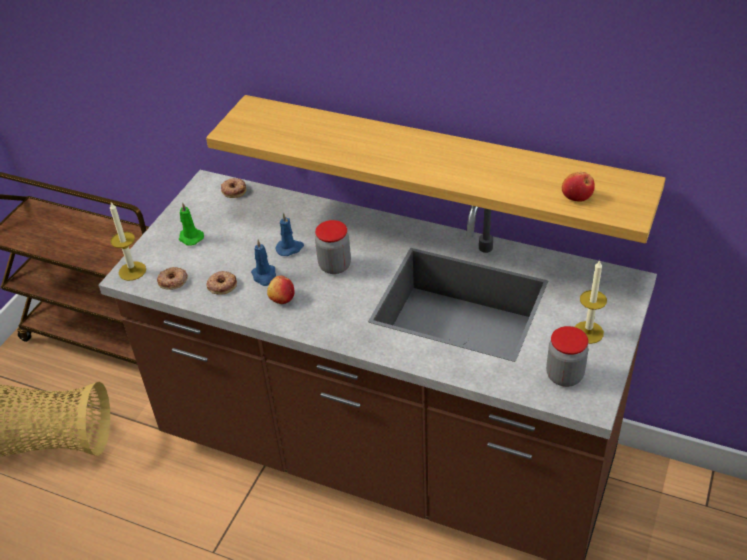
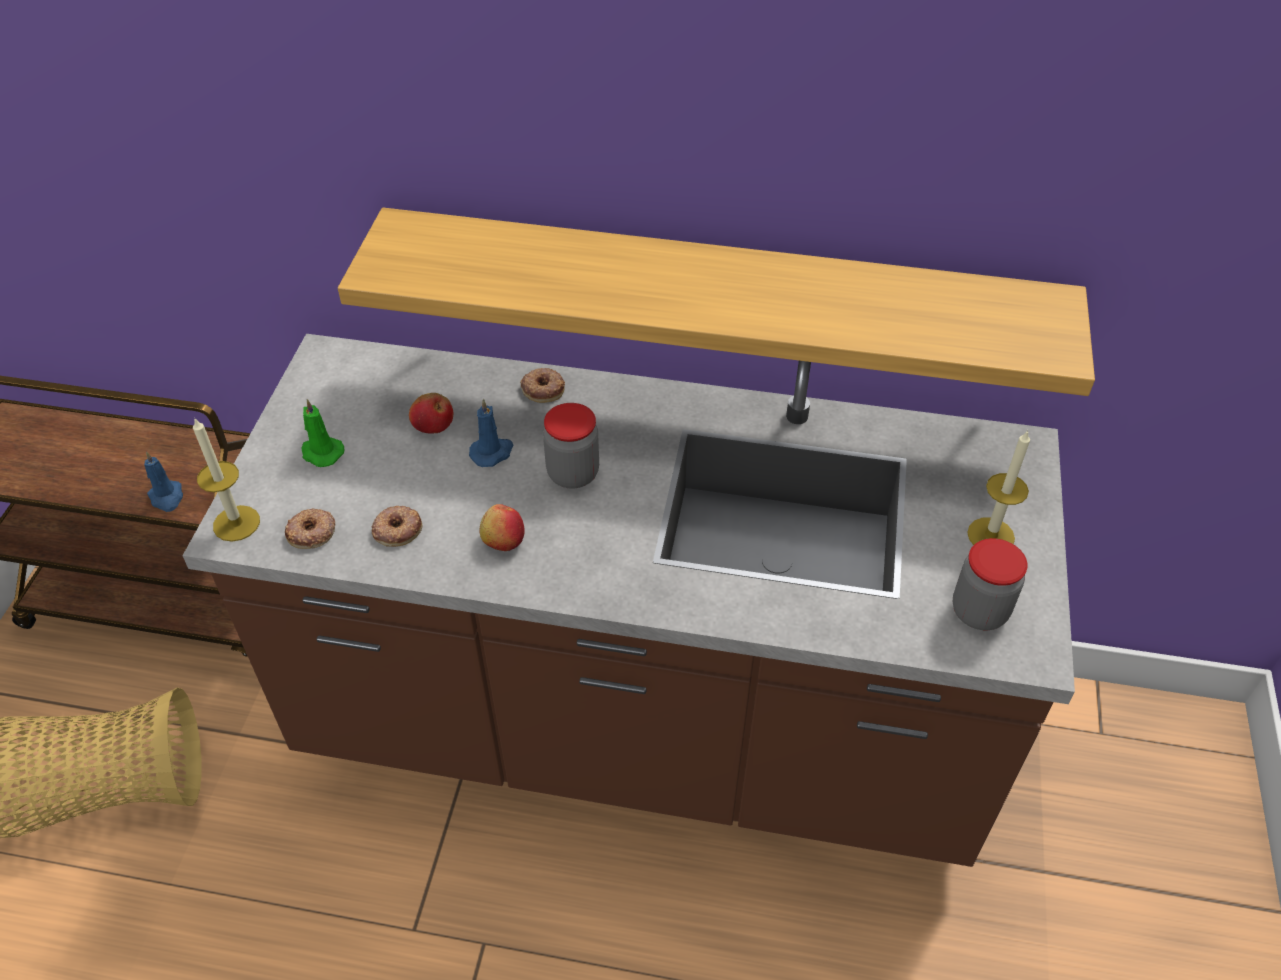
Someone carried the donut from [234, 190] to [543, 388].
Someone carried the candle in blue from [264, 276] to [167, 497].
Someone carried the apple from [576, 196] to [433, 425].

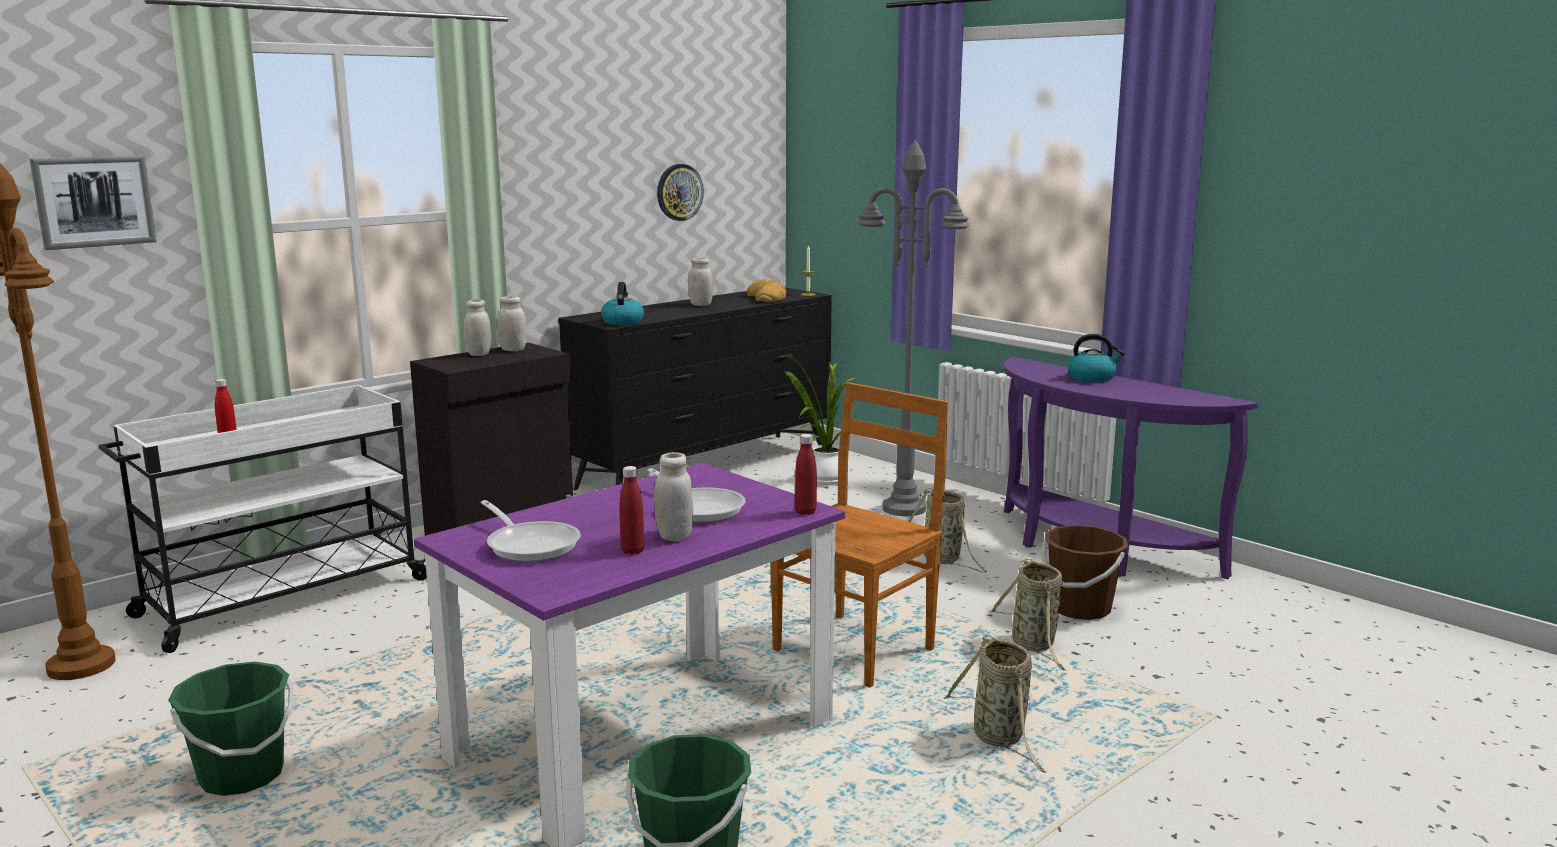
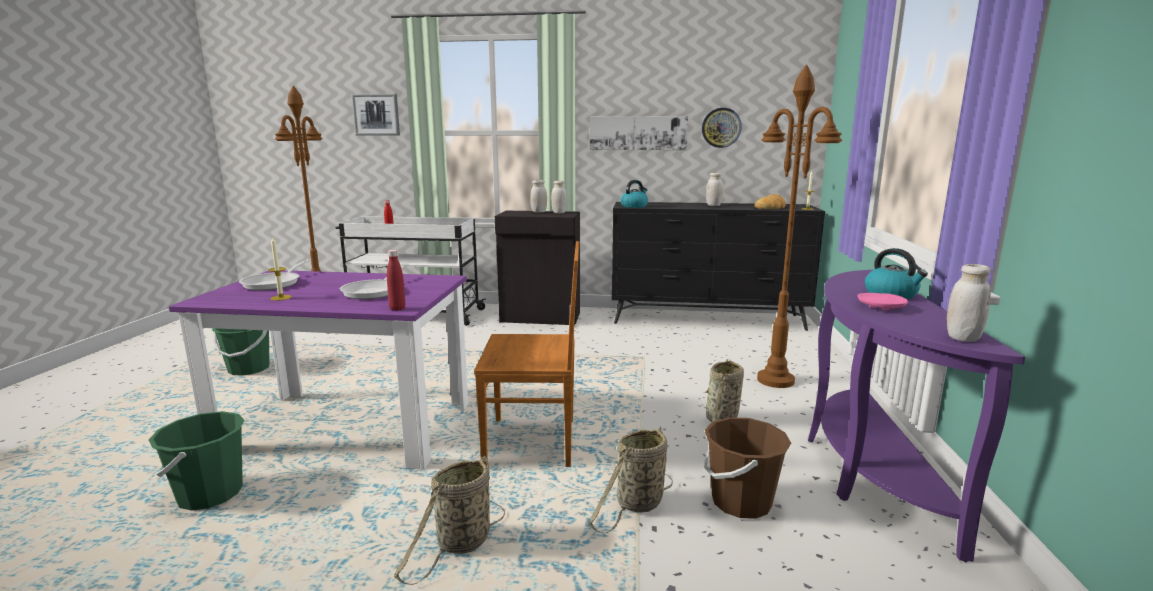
Someone swapped the bottle in red at [632, 551] for the candle at [281, 297].
Someone carried the jar in white from [674, 536] to [962, 337].
Someone took away the potted plant at [823, 479].
Someone repainted the floor lamp in grey at [904, 509], which became the floor lamp in brown at [776, 380].
Someone put up the picture at [638, 133].
Someone put down the plate in pink at [881, 307].

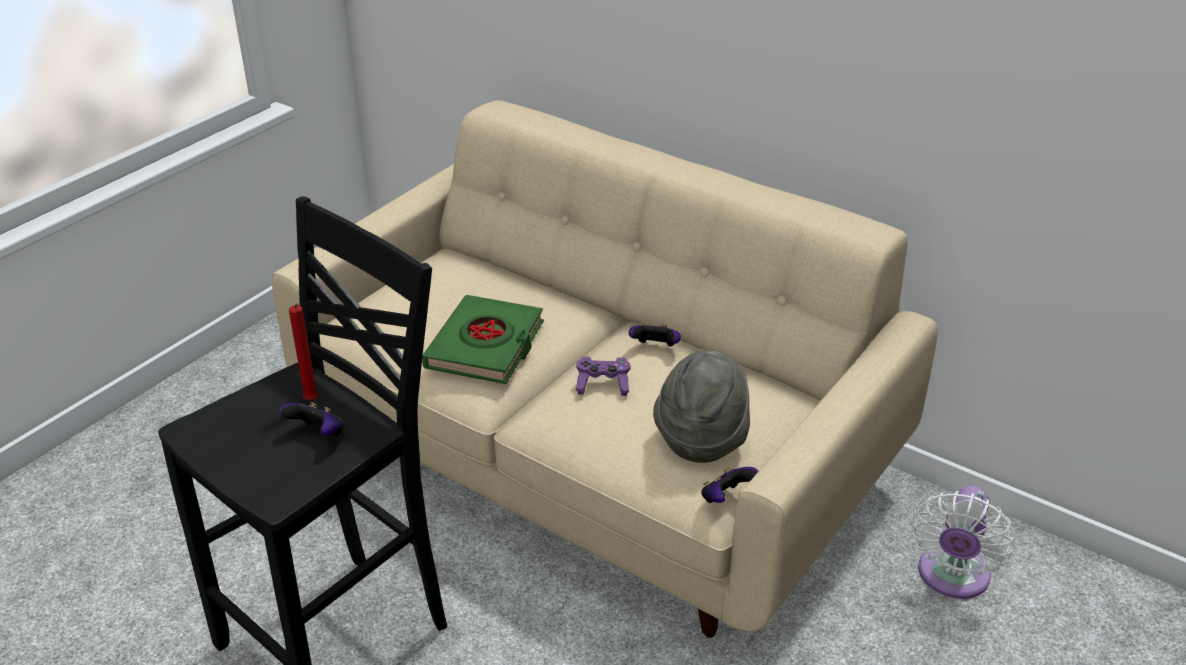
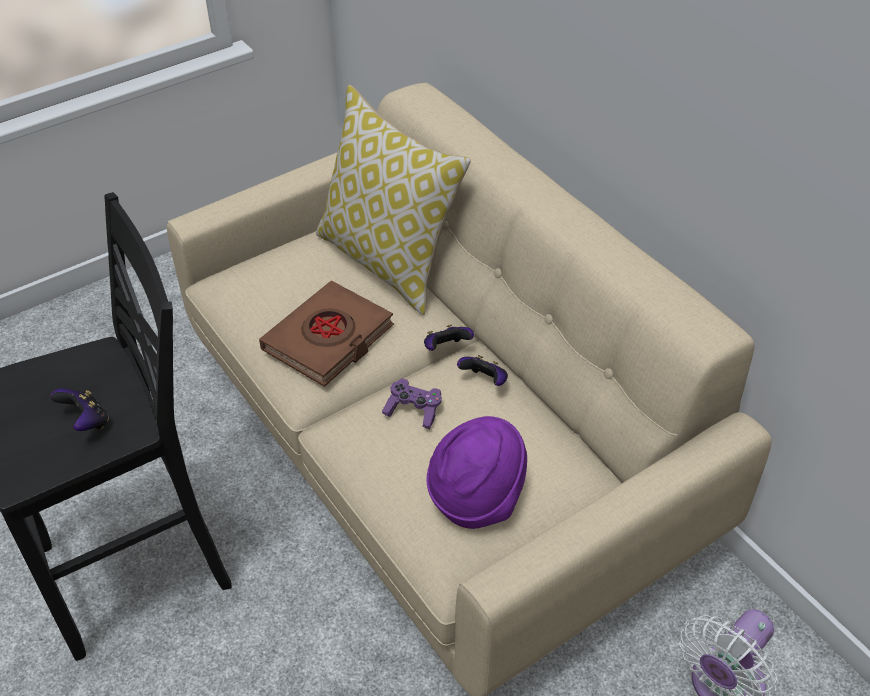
Someone took away the candle in red at [312, 401].
Someone repainted the book in green at [486, 346], which became the book in brown at [328, 339].
Someone repainted the hat in grey at [701, 437], which became the hat in purple at [476, 497].
Someone carried the game controller from [725, 498] to [446, 349].
Someone put down the pillow at [388, 261].

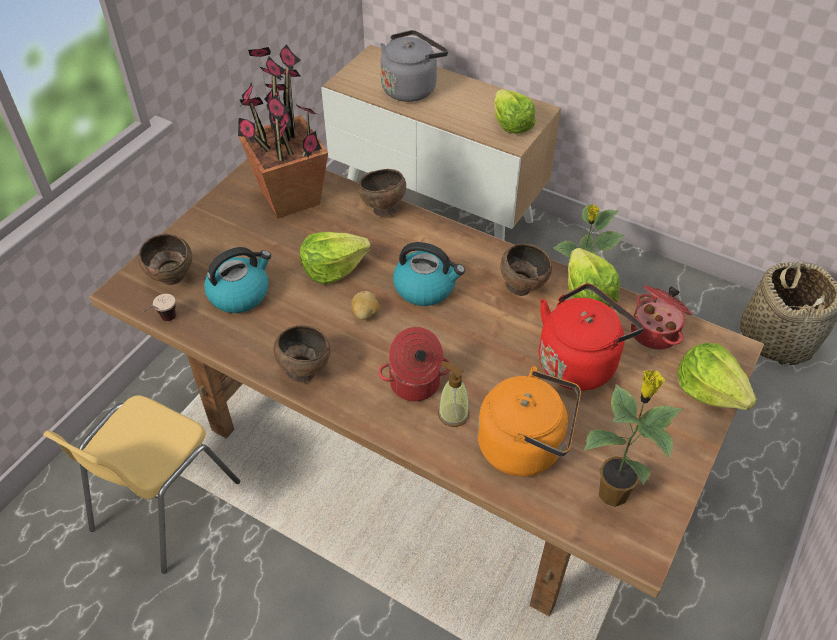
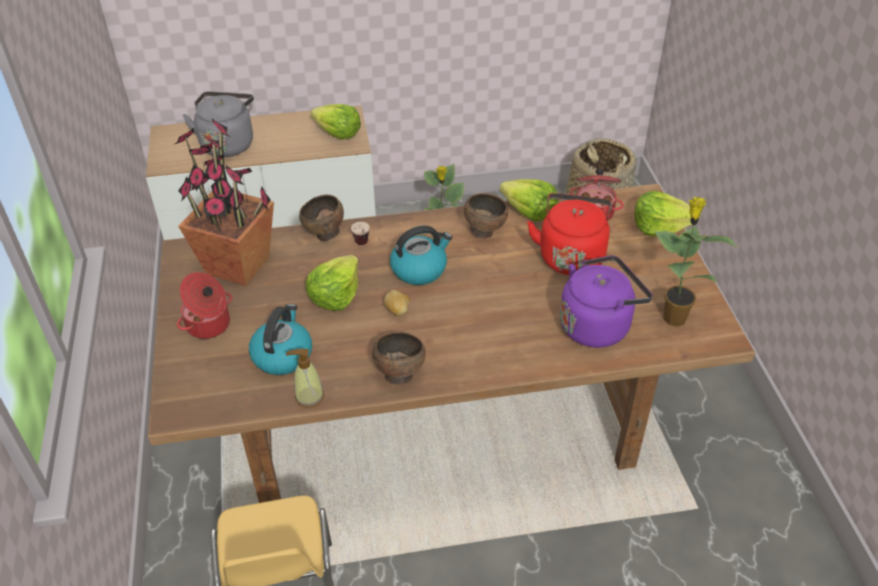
Someone took away the bowl in brown at [173, 278].
Someone carried the cup from [163, 322] to [363, 246].
Someone carried the cooking pot from [415, 384] to [209, 325].
Someone carried the soap dispenser from [453, 414] to [309, 397].
Someone repainted the kettle in orange at [525, 446], which became the kettle in purple at [597, 325].

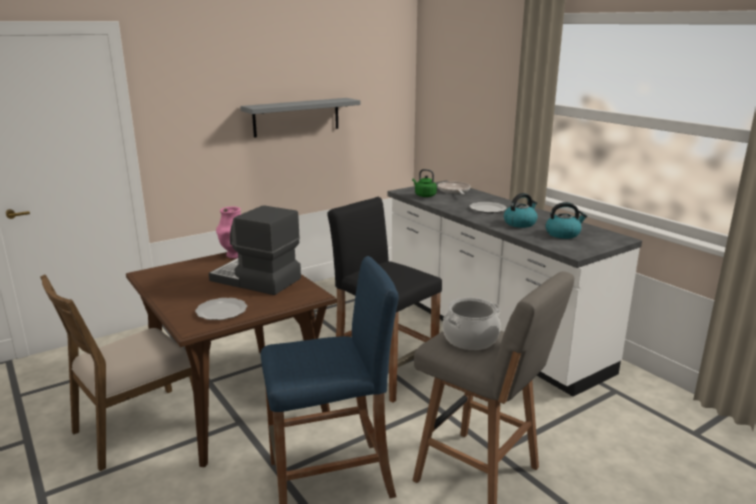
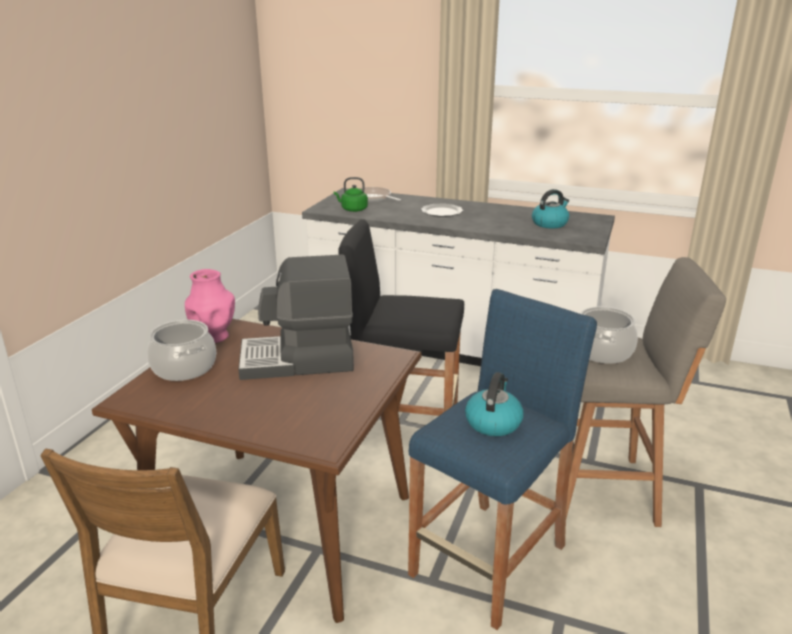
Someone took away the plate at [222, 311].
Someone took away the shelf in grey at [296, 117].
Someone carried the kettle from [520, 223] to [493, 422].
Someone put down the cooking pot at [183, 368].

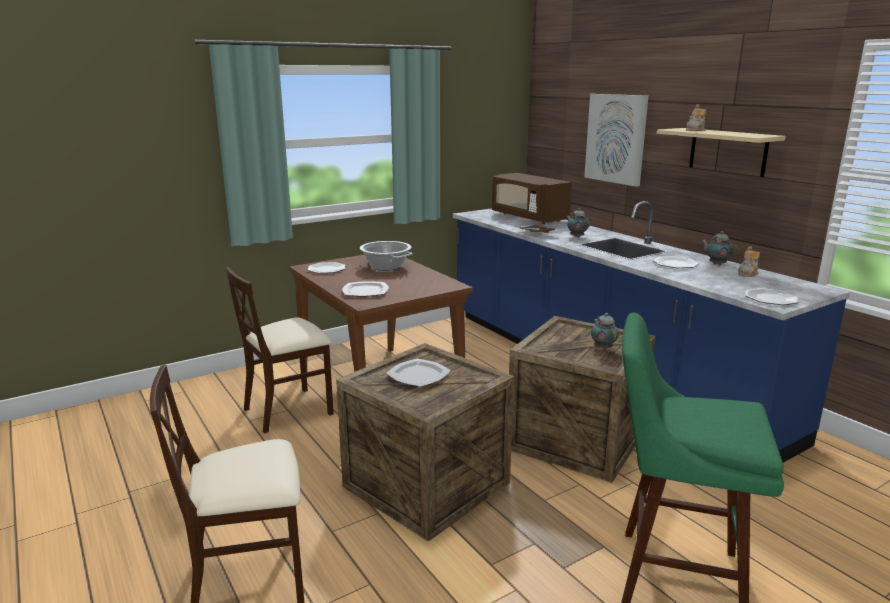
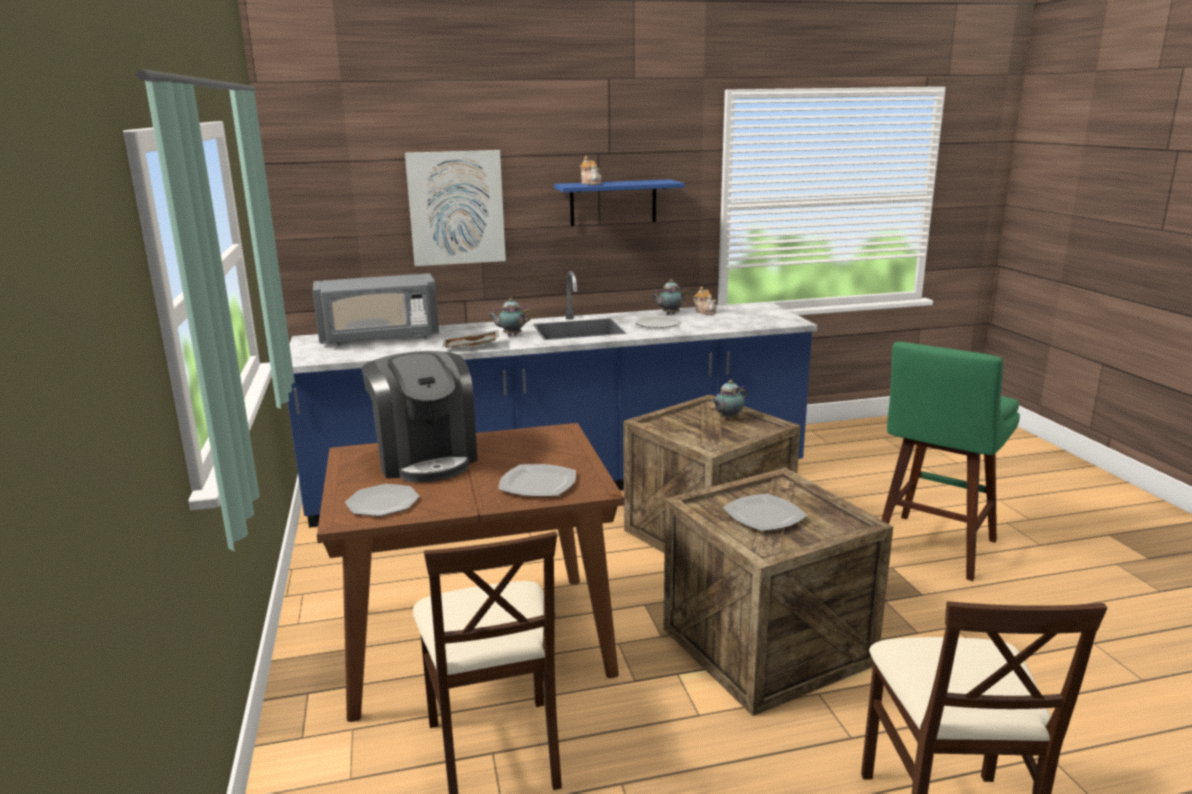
Someone swapped the cooking pot at [386, 267] for the coffee machine at [425, 458].
Someone repainted the microwave in brown at [528, 217], which became the microwave in grey at [380, 338].
Someone rotated the teapot at [603, 348] by 45 degrees counterclockwise.
Someone repainted the shelf in beige at [727, 151], which became the shelf in blue at [613, 202].
Someone took away the plate at [771, 298].

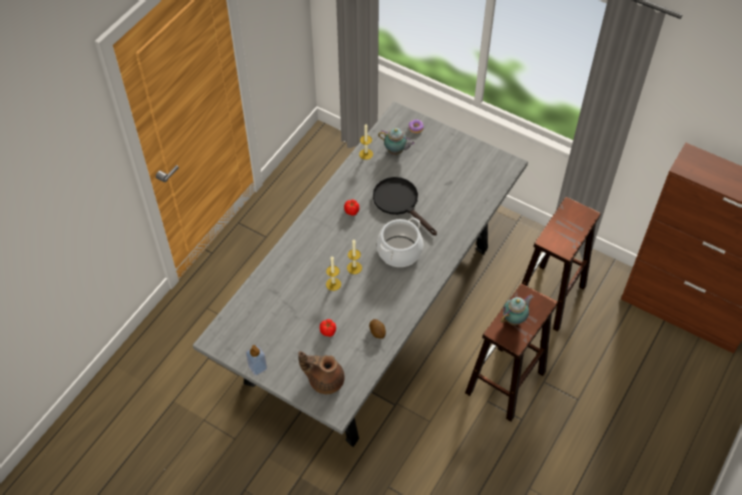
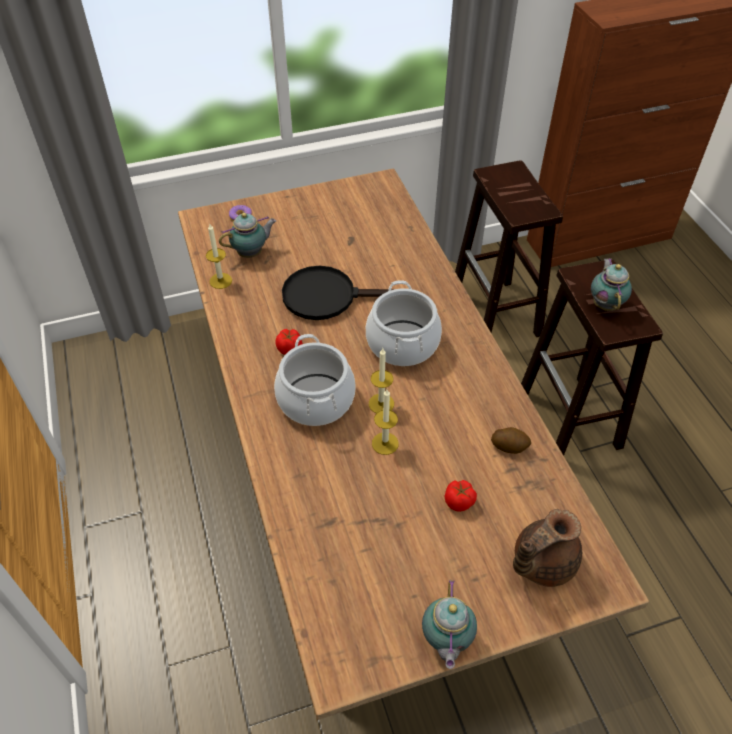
Someone repainted the dining table in grey at [370, 313], which became the dining table in brown at [365, 479].
Someone swapped the soap dispenser at [257, 367] for the teapot at [446, 640].
Someone put down the cooking pot at [316, 399].

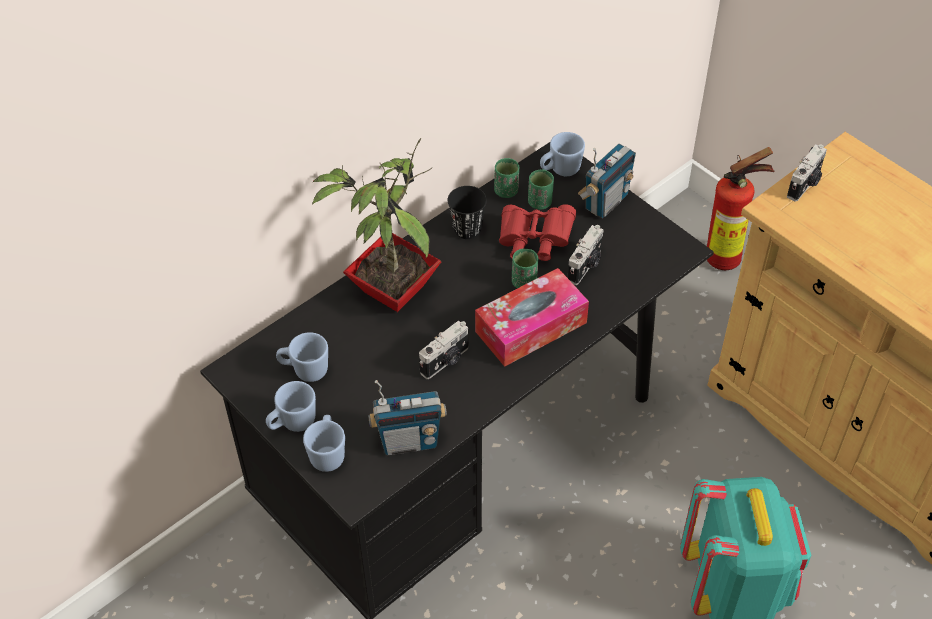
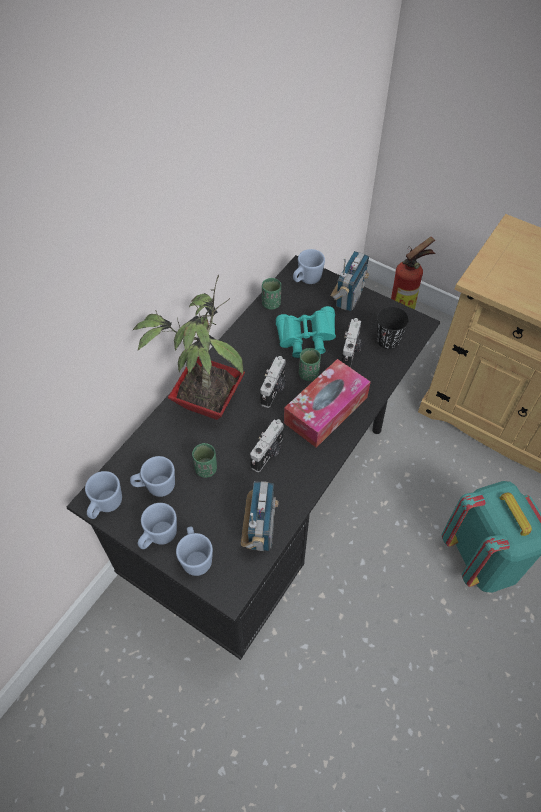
Someone rotated the radio at [409, 441] by 60 degrees counterclockwise.
Someone carried the cup in black from [467, 229] to [388, 341].
Someone repainted the binoculars in red at [534, 242], which became the binoculars in turquoise at [305, 340].
Someone carried the cup in green from [540, 202] to [206, 469].
Someone carried the photo camera from [805, 184] to [274, 390].
Someone put down the mug in blue at [105, 506].

